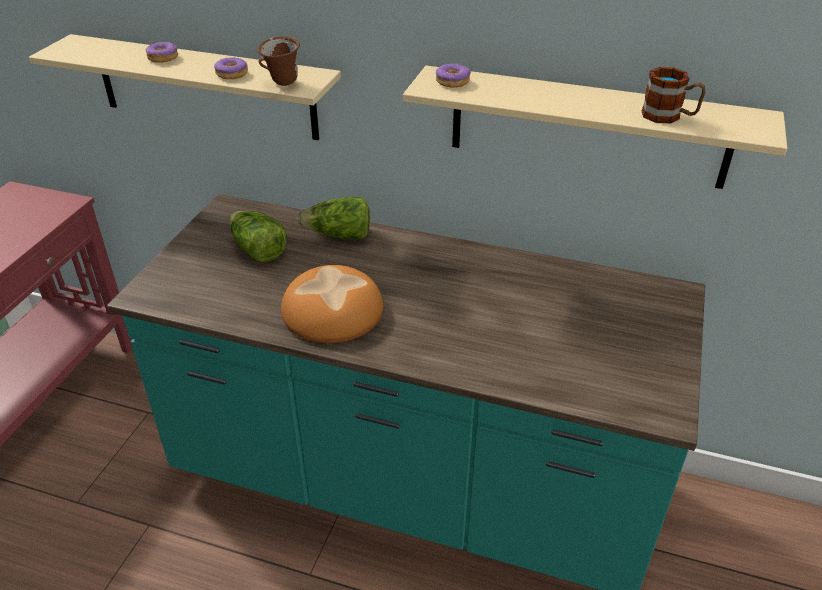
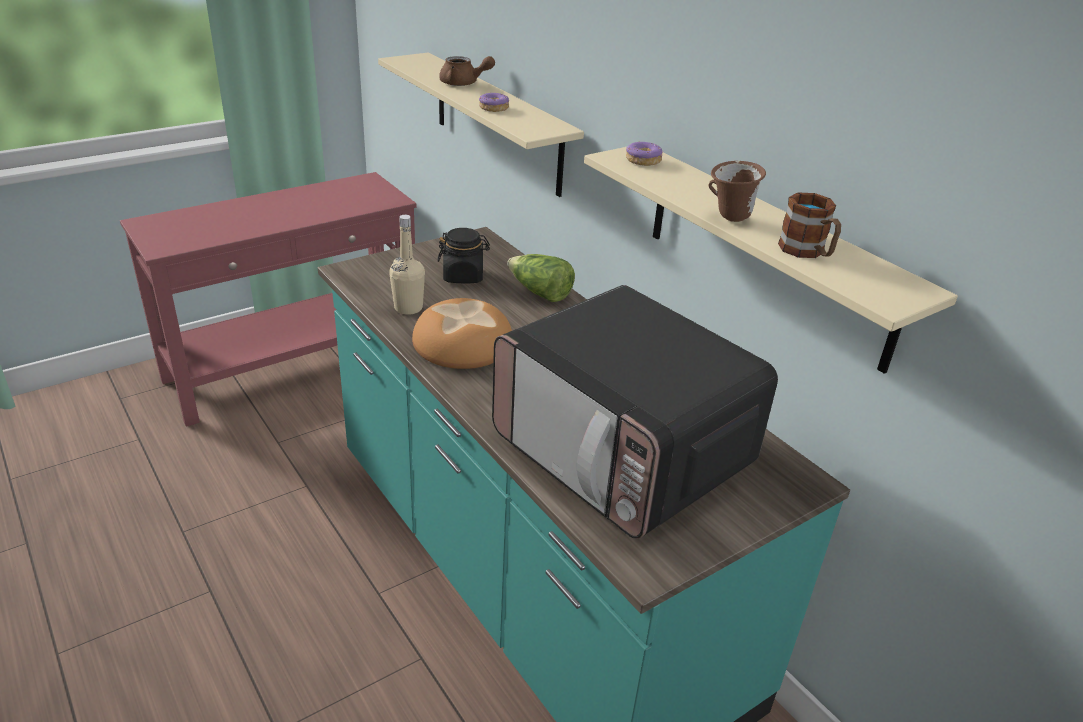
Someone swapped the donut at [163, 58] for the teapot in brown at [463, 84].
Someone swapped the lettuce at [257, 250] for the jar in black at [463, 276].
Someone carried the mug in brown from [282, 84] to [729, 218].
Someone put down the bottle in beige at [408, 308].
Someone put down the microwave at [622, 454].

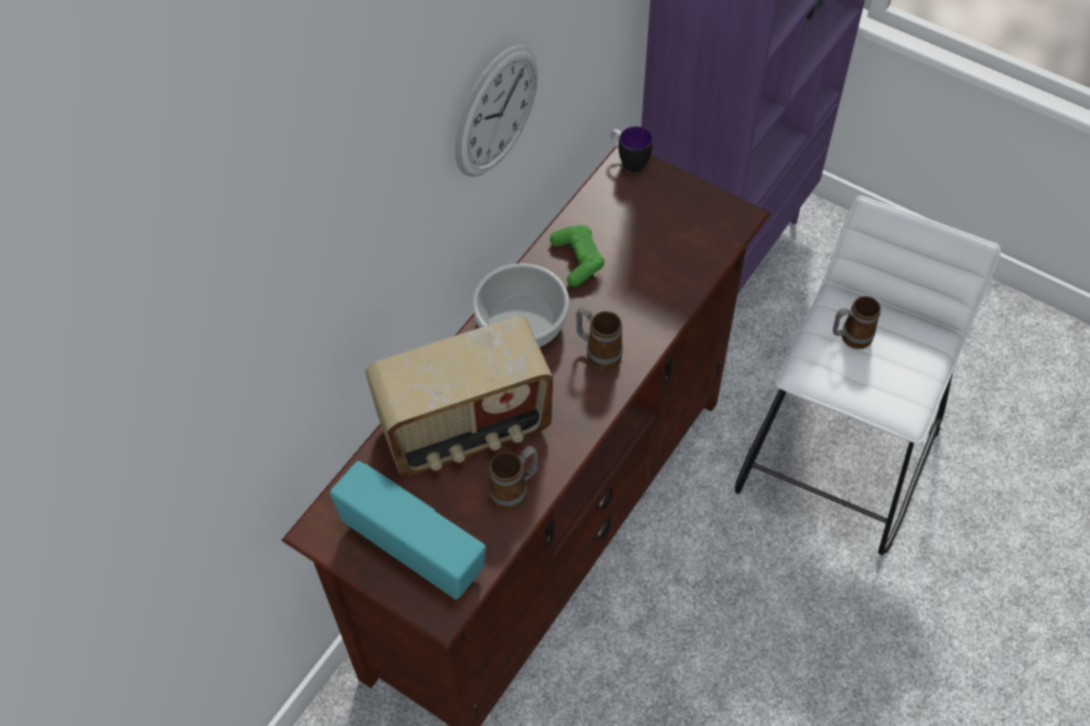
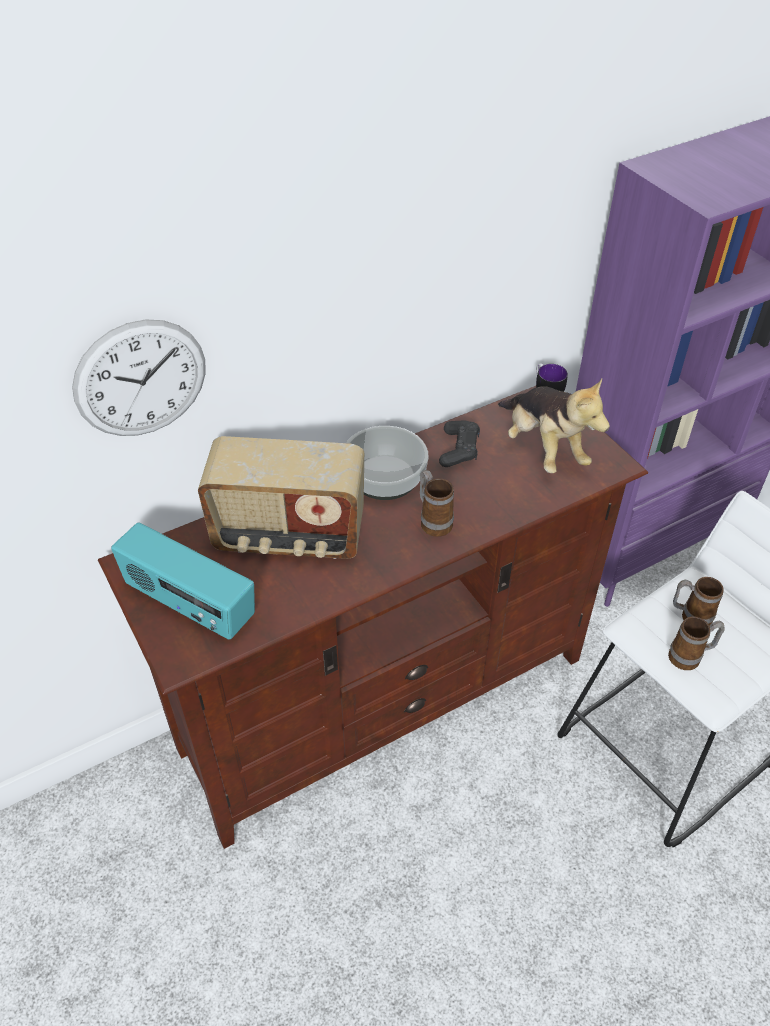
Someone rotated the radio at [414, 547] by 150 degrees clockwise.
Someone carried the wall clock from [496, 111] to [141, 379].
Someone carried the mug from [515, 491] to [690, 657].
Someone repainted the game controller in green at [578, 260], which became the game controller in black at [459, 450].
Someone put down the plush toy at [543, 448].

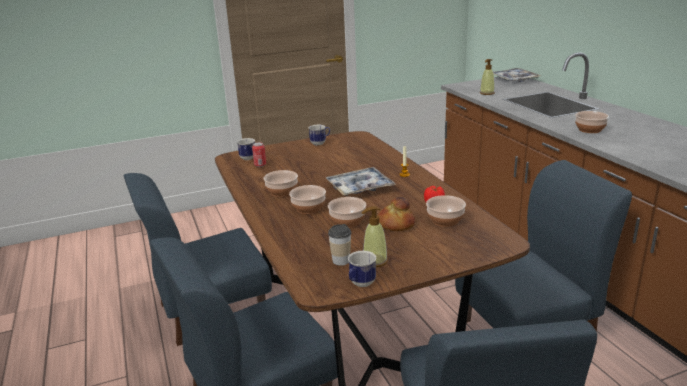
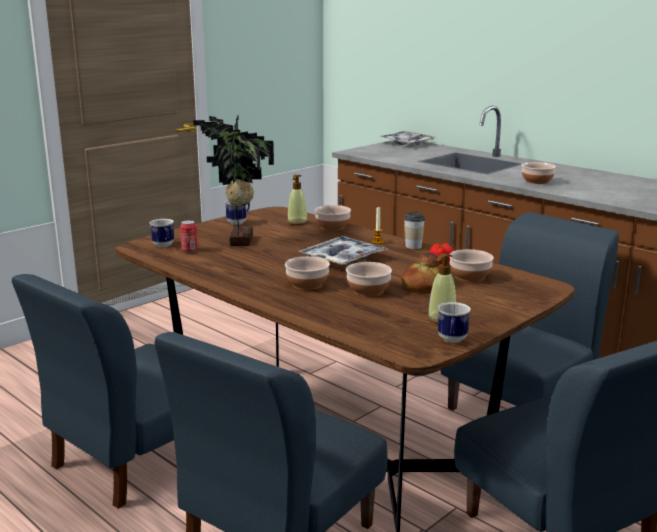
Someone carried the bowl from [281, 192] to [332, 227].
Someone carried the cup from [341, 261] to [413, 246].
Someone carried the soap dispenser from [486, 93] to [297, 222].
Someone put down the potted plant at [238, 240].

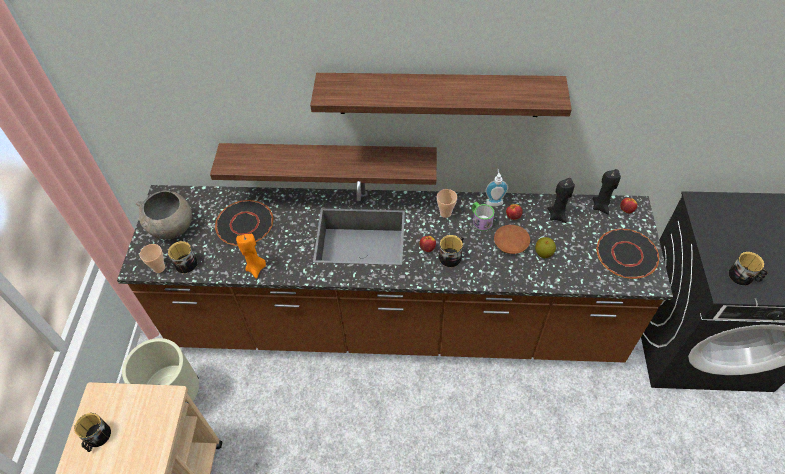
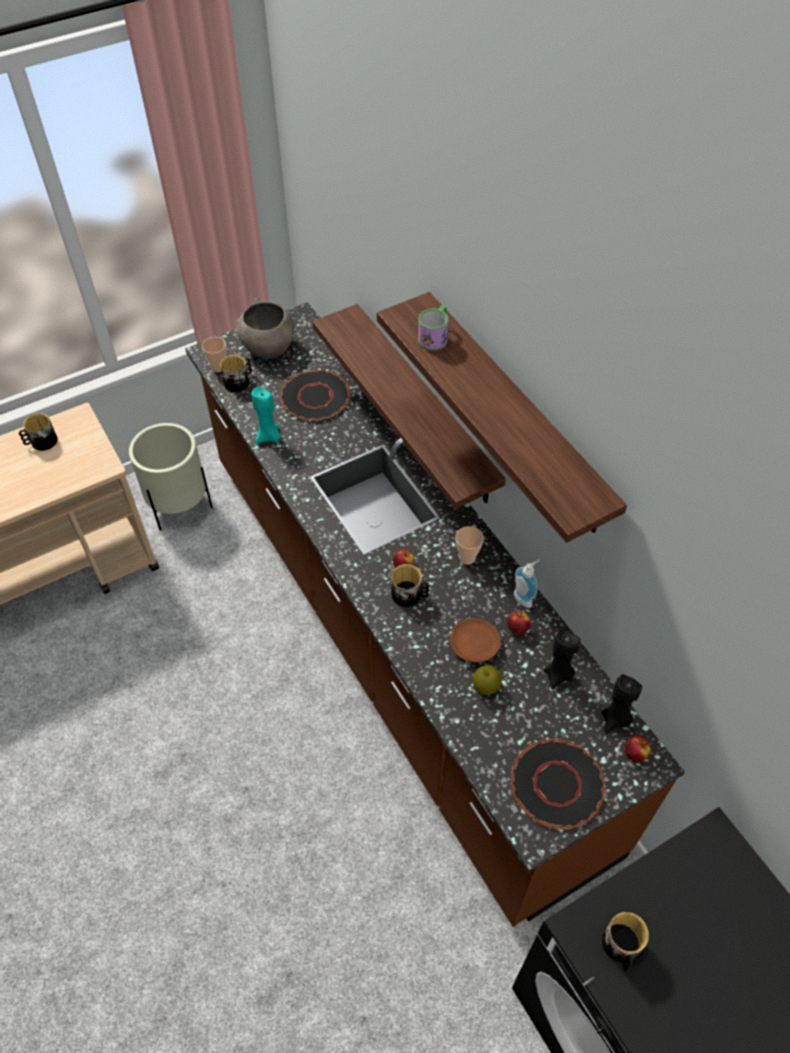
Someone repainted the candle in orange at [256, 268], which became the candle in turquoise at [269, 437].
Someone carried the mug from [480, 220] to [435, 337].

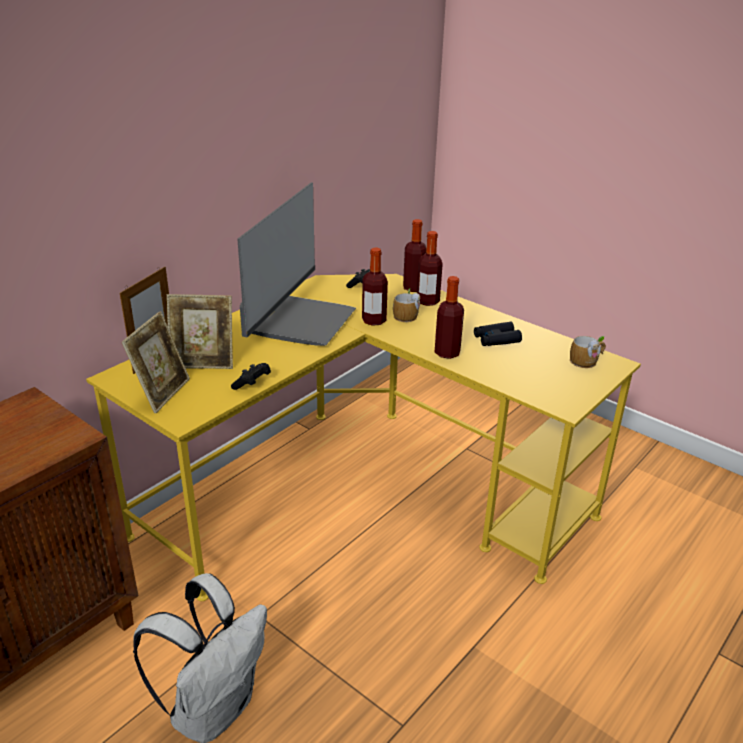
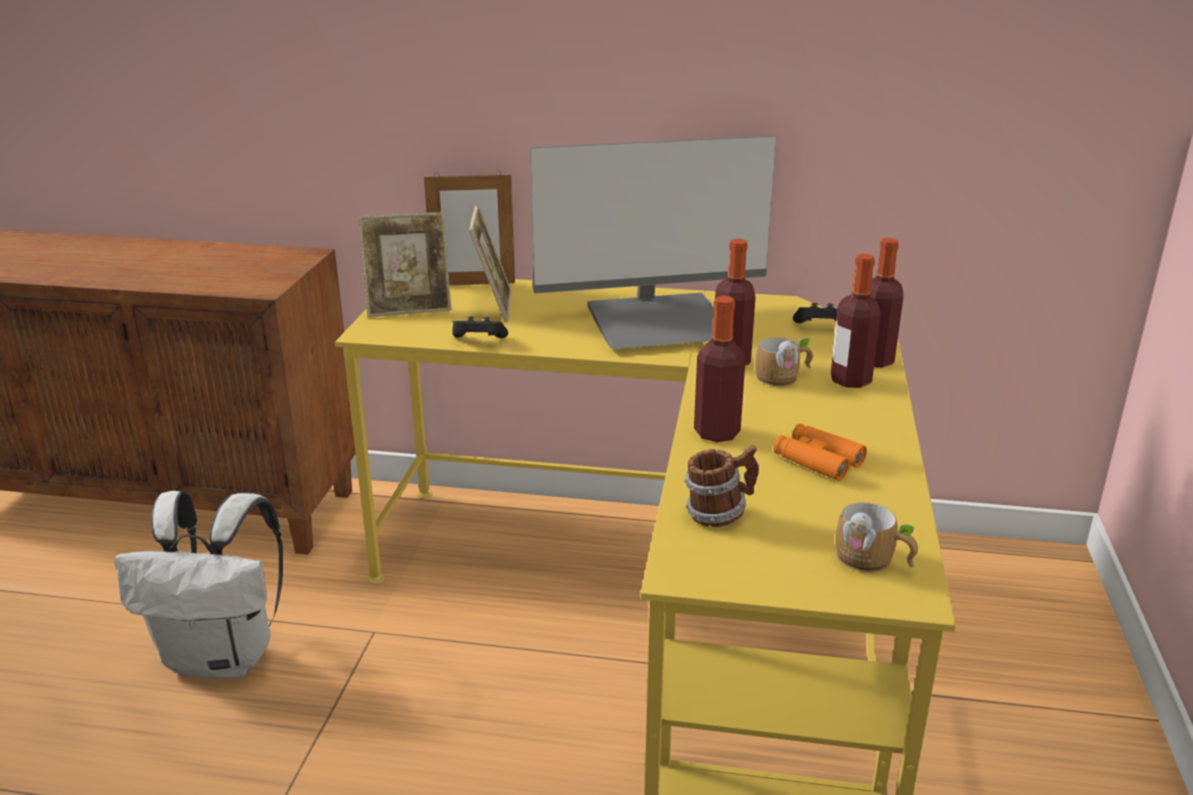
Someone rotated the picture frame at [203, 362] by 150 degrees counterclockwise.
Someone repainted the binoculars in black at [496, 339], which became the binoculars in orange at [818, 460].
Someone put down the mug at [719, 514].

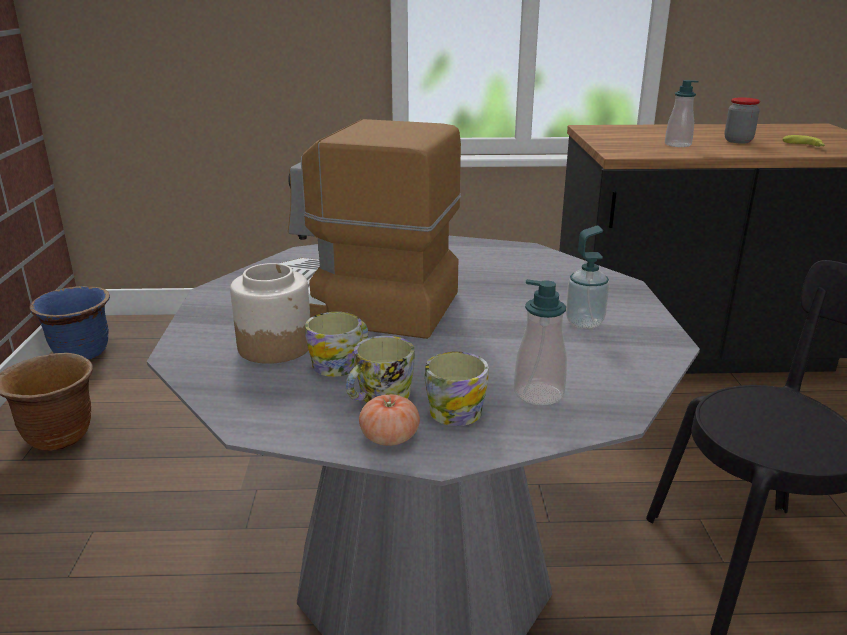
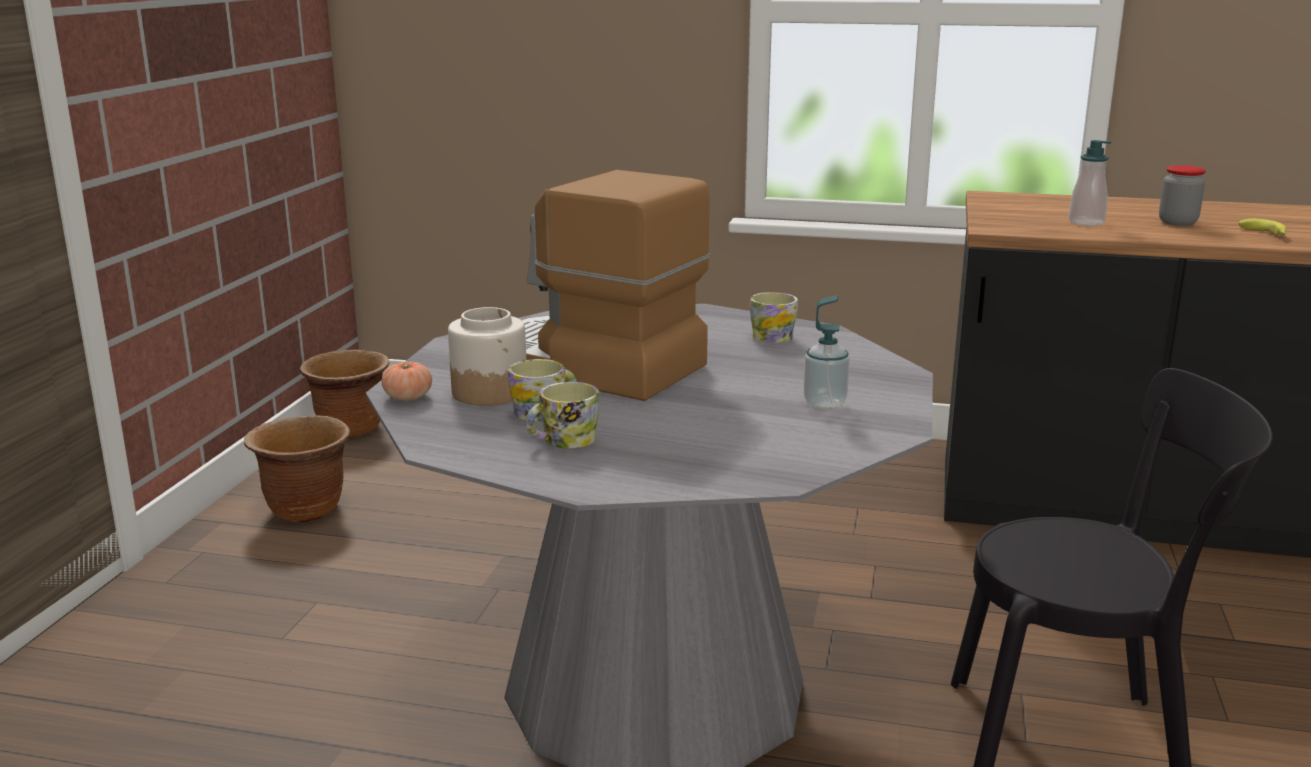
Someone repainted the planter in blue at [82, 353], which became the planter in brown at [351, 429].
Someone carried the tomato from [389, 437] to [408, 397].
Someone carried the mug from [454, 408] to [772, 336].
Someone took away the soap dispenser at [538, 393].

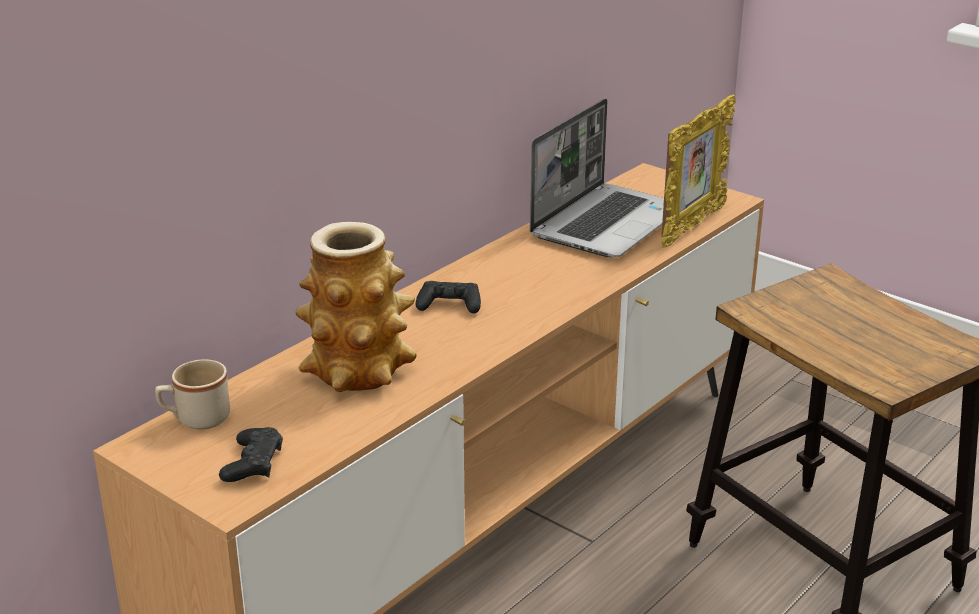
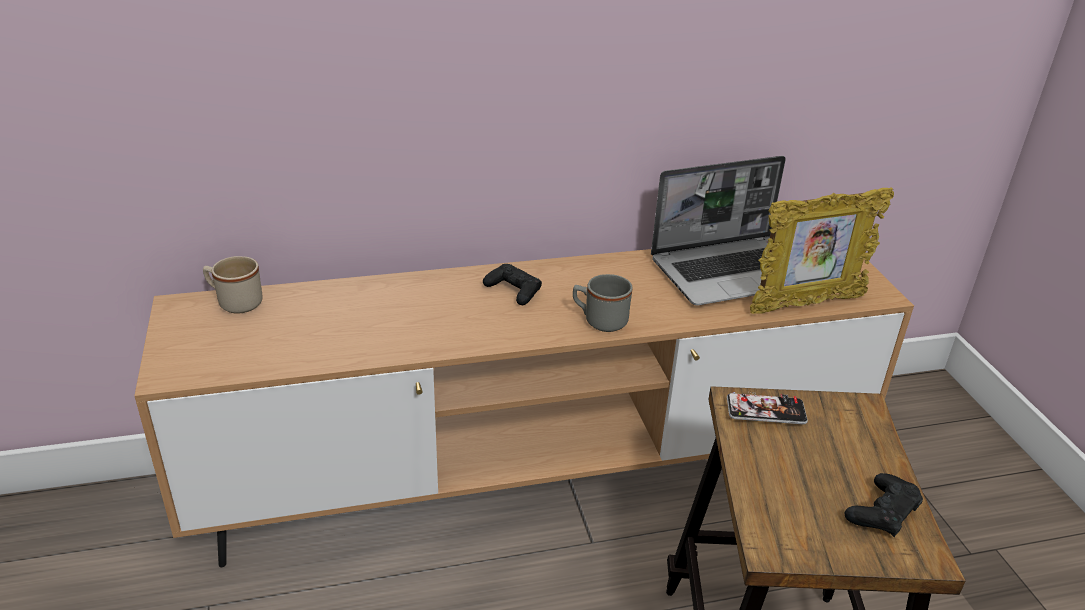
Someone carried the game controller in black from [253, 463] to [882, 512].
Someone took away the vase at [358, 370].
Someone put down the mug in grey at [599, 320].
Someone put down the phone at [766, 410].

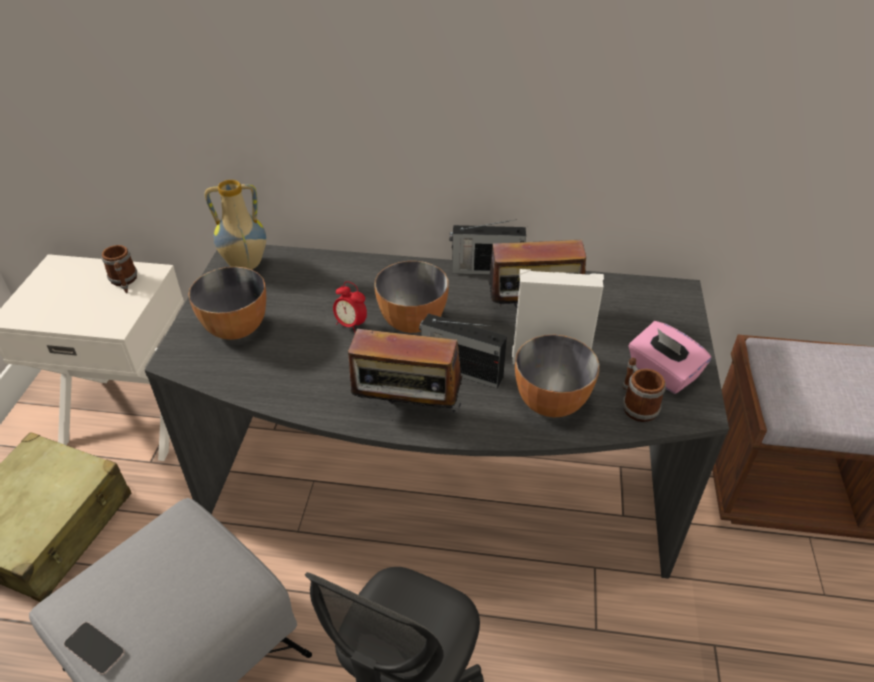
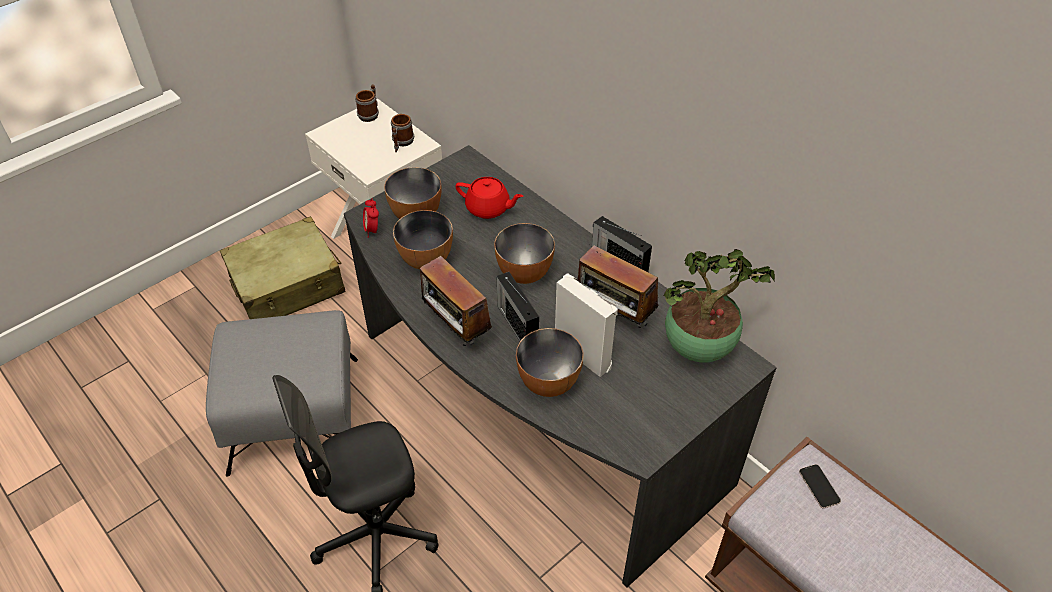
Someone carried the phone from [94, 648] to [819, 486].
Someone took away the vase at [245, 265].
Someone carried the alarm clock from [351, 325] to [372, 230].
Someone carried the mug from [636, 405] to [370, 113].
Someone took away the tissue box in pink at [662, 373].
Someone put down the bowl at [426, 259].
Someone put down the teapot in red at [488, 208].
Someone put down the potted plant at [700, 348].

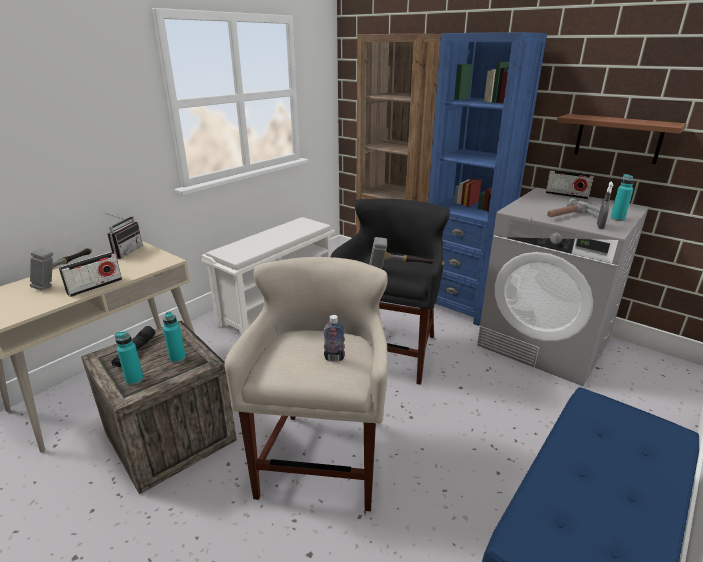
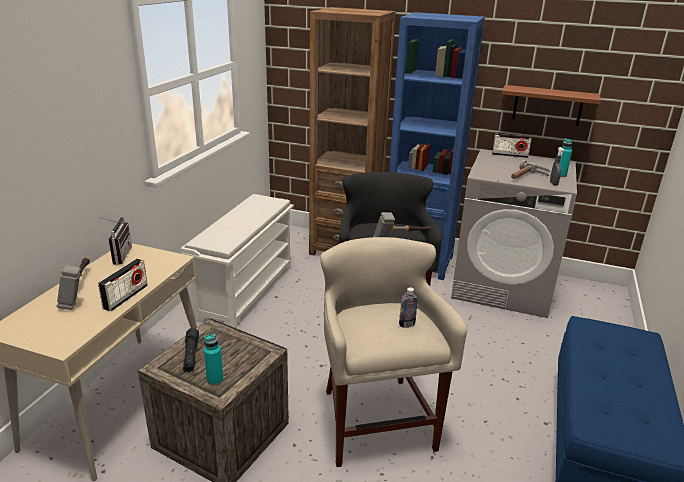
Someone took away the bottle in turquoise at [177, 358].

